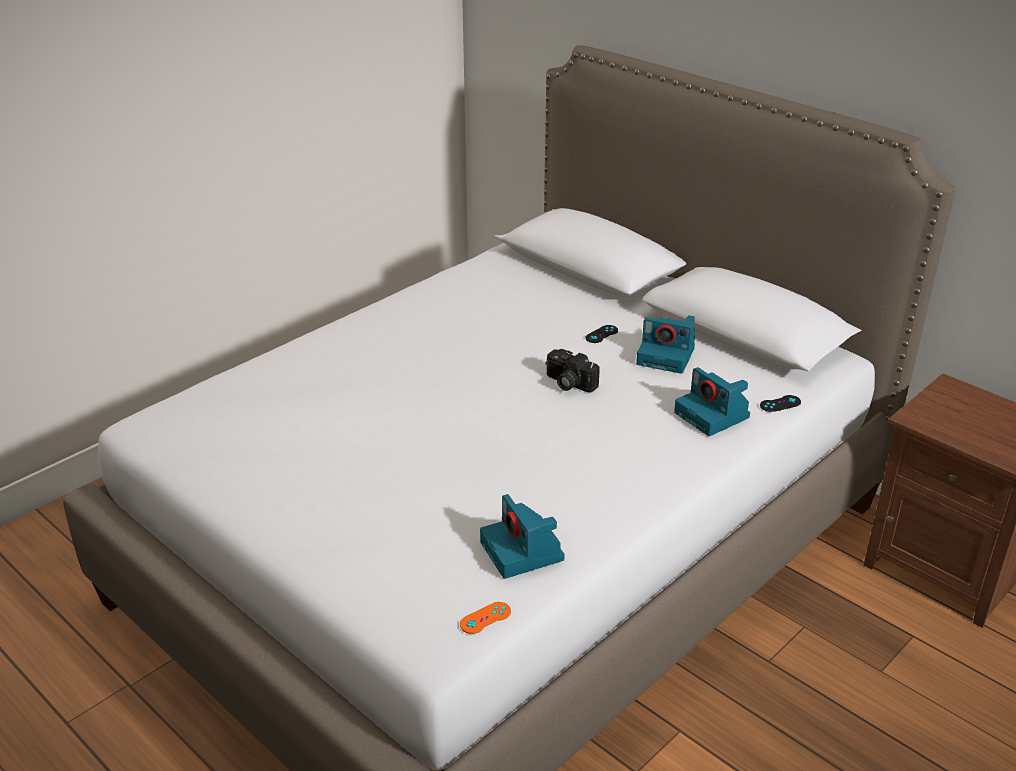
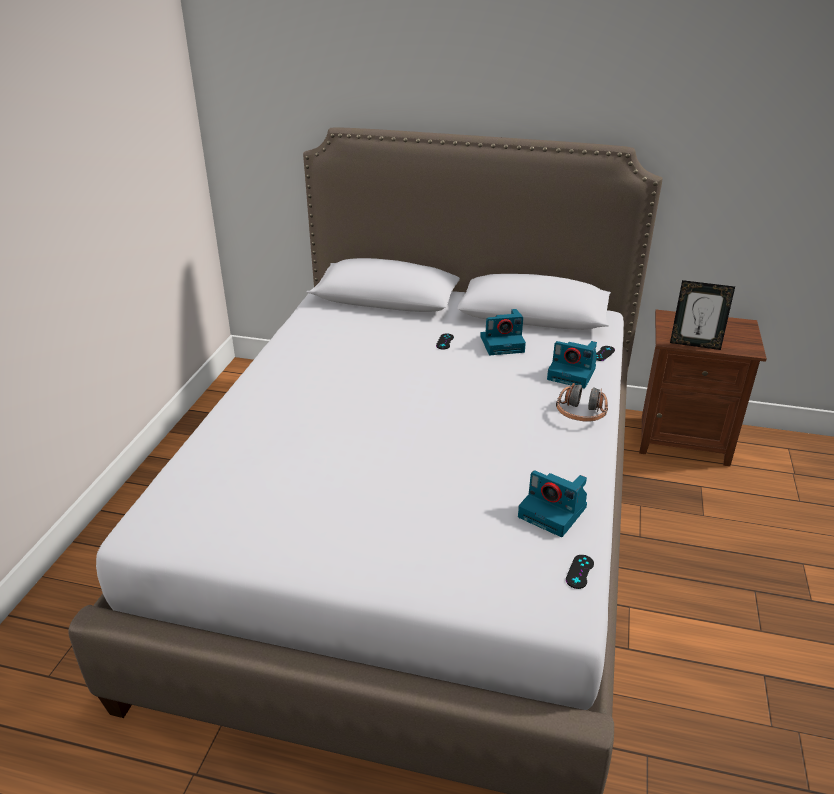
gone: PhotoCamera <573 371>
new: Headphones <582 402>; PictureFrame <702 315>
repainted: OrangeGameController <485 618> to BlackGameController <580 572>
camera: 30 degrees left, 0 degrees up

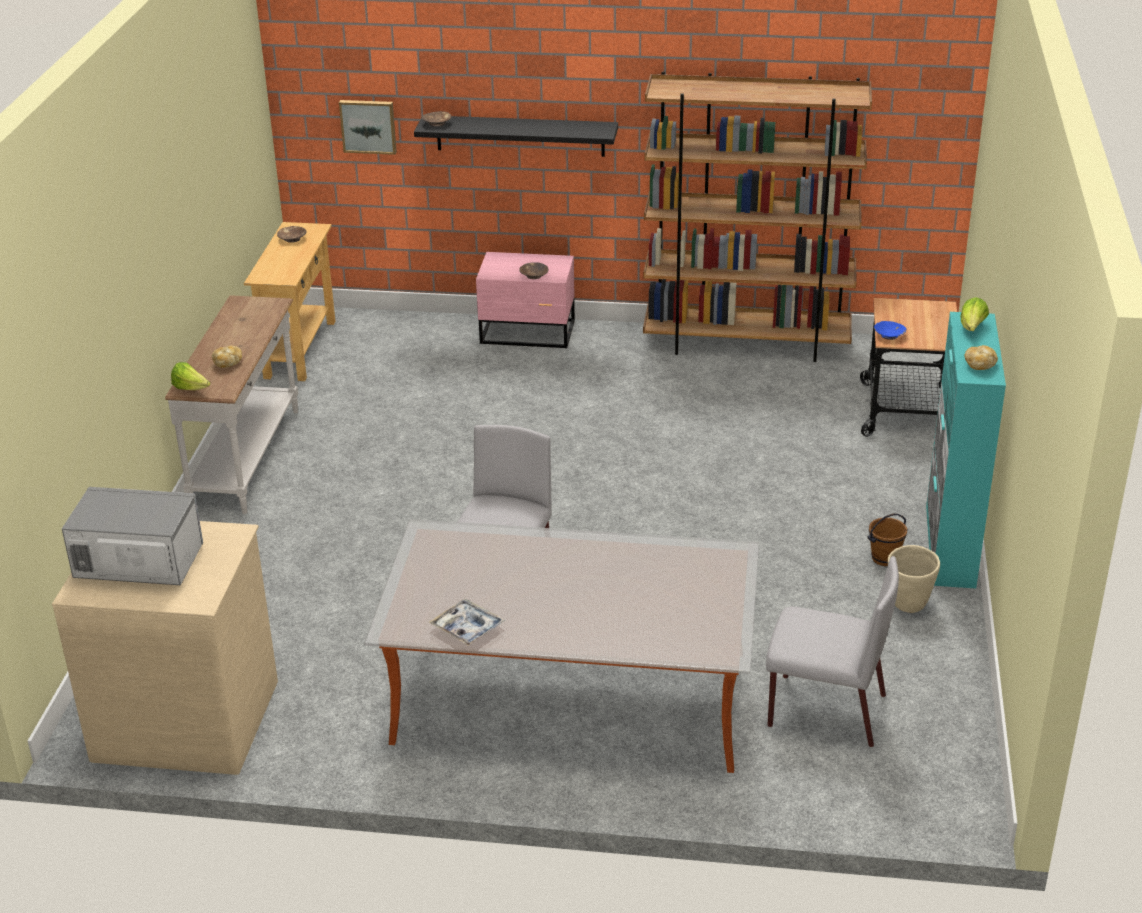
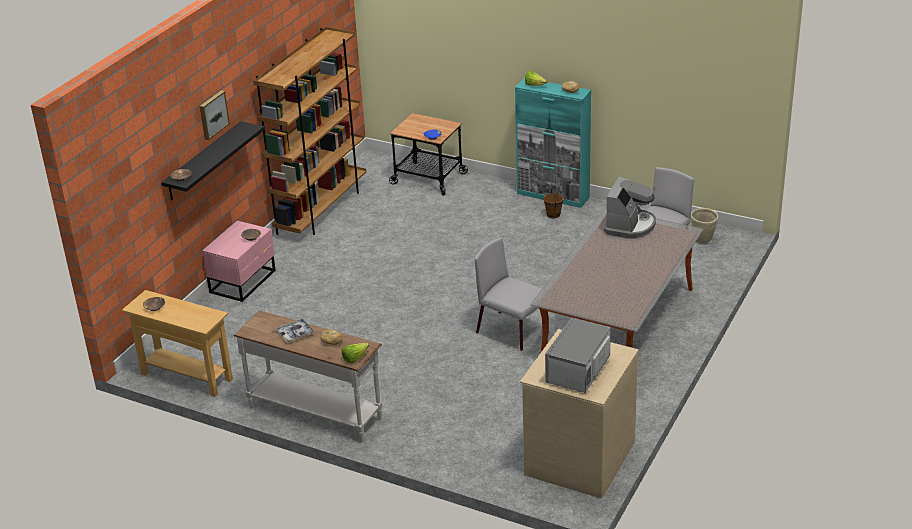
new: CoffeeMachine <630 207>
shifted: Picture <368 127> to <215 115>; Tray <466 622> to <295 330>; BeigePlanter <914 579> to <704 225>
camera: 70 degrees left, 0 degrees up

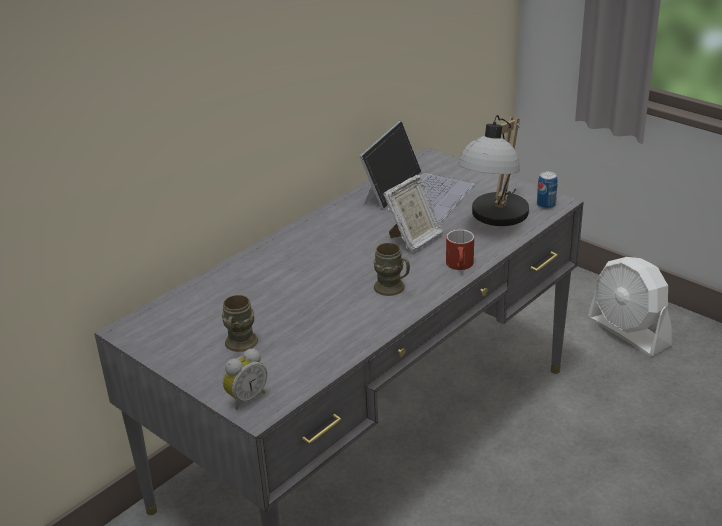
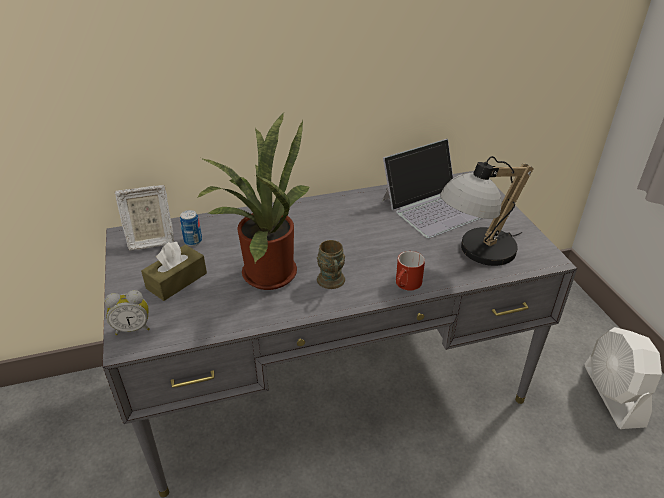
new: PottedPlant <253 201>
shifted: PictureFrame <413 213> to <144 218>; Can <547 190> to <191 228>
swapped: BrownMug <240 323> to BrownTissueBox <174 271>
camera: 30 degrees right, 5 degrees up

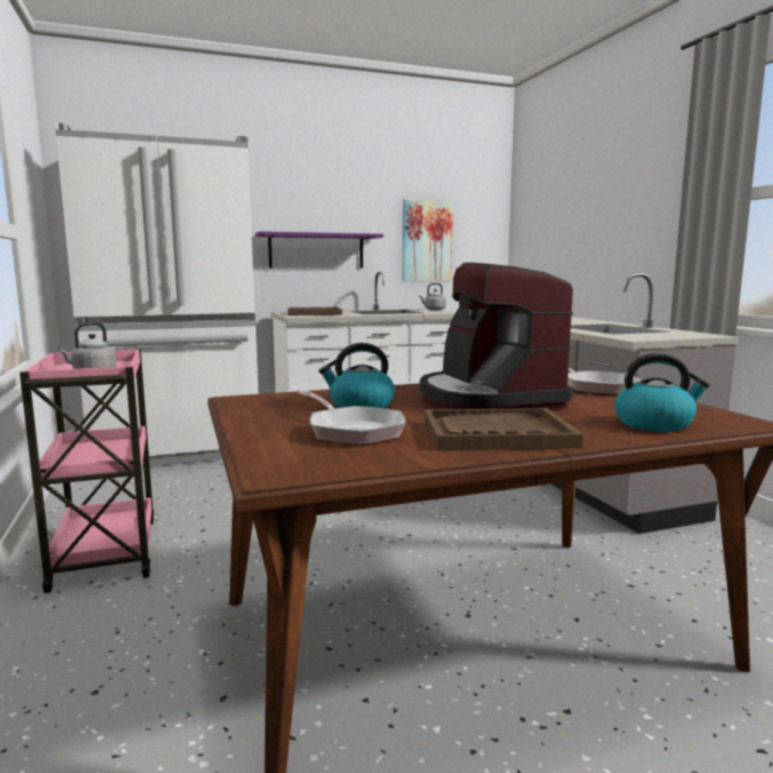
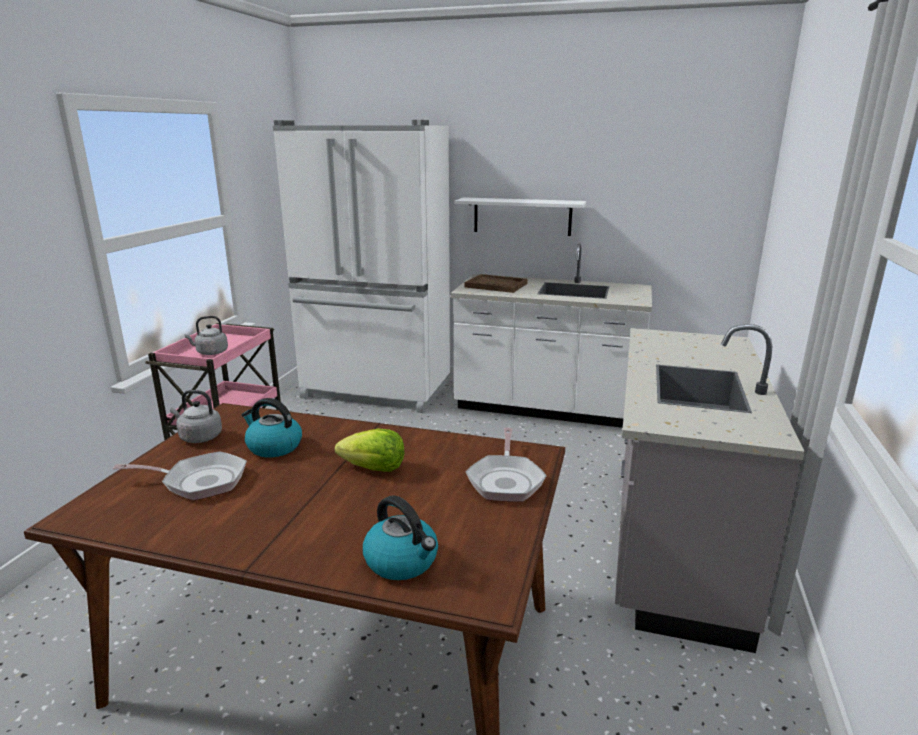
gone: Picture <427 240>; BrownTray <503 429>
shifted: GreyKettle <432 296> to <196 416>
swapped: CoffeeMachine <496 335> to Lettuce <370 450>
repainted: PurpleShelf <319 249> to WhiteShelf <520 216>
rotated: FryingPan <352 418> = <180 475> 90 degrees counterclockwise
camera: 35 degrees right, 10 degrees up

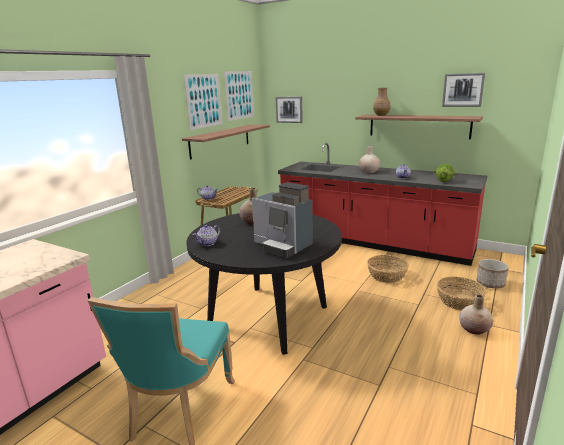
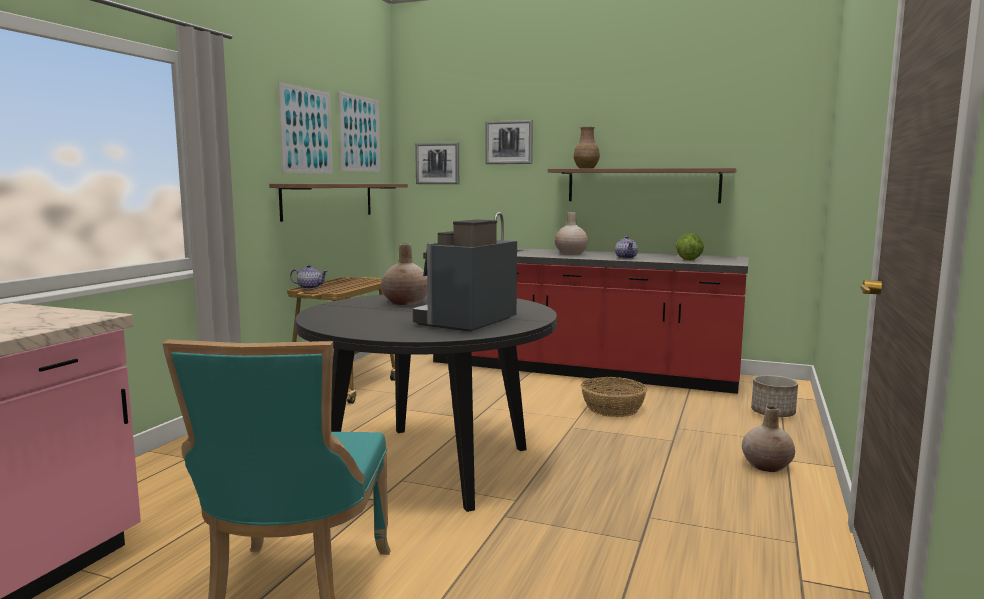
gone: Teapot <206 235>; Basket <461 293>
shifted: Picture <463 90> to <509 142>
rotated: CoffeeMachine <282 220> = <465 275> 90 degrees clockwise
camera: 10 degrees left, 10 degrees down

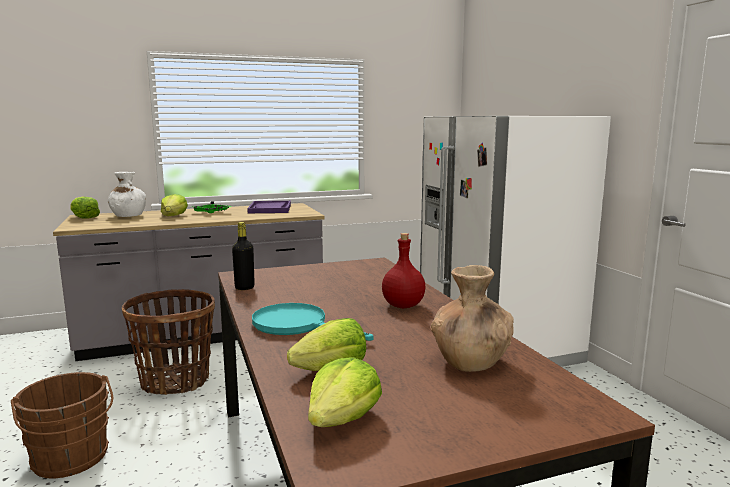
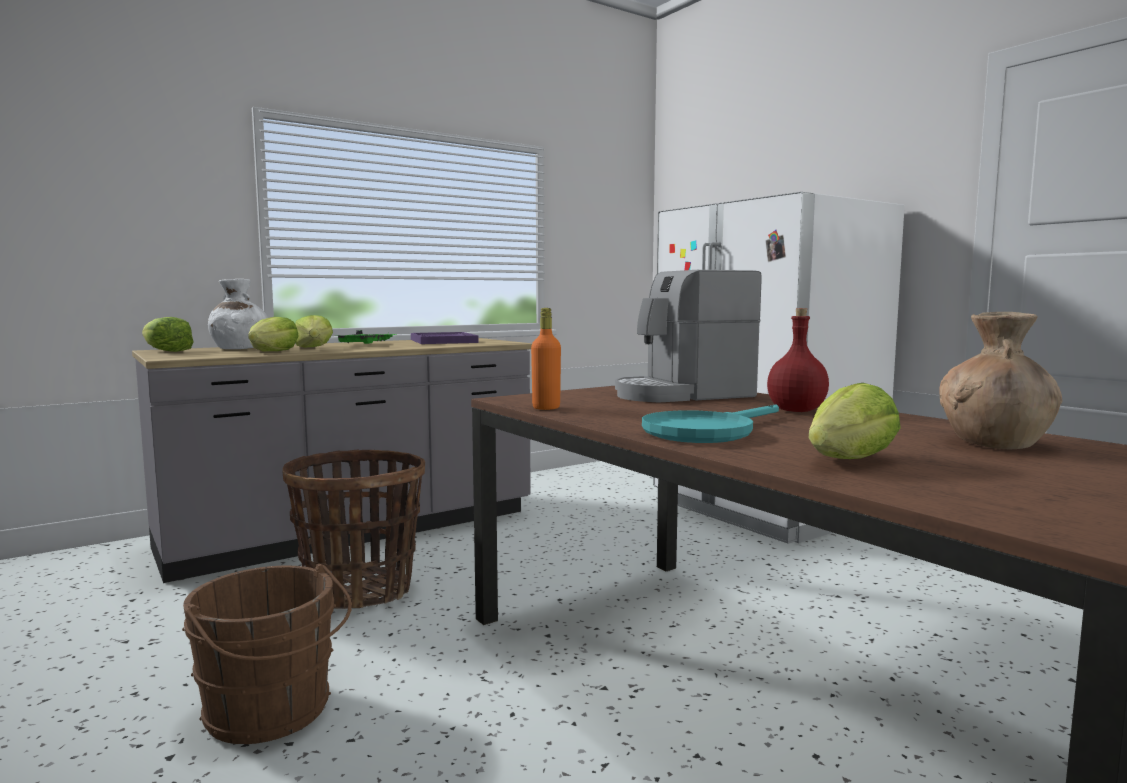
new: CoffeeMachine <688 336>
shifted: Lettuce <345 392> to <273 334>
repainted: BlackBottle <243 256> to OrangeBottle <546 359>
rotated: TurquoiseFryingPan <313 322> = <710 423> 60 degrees counterclockwise
camera: 15 degrees left, 5 degrees down

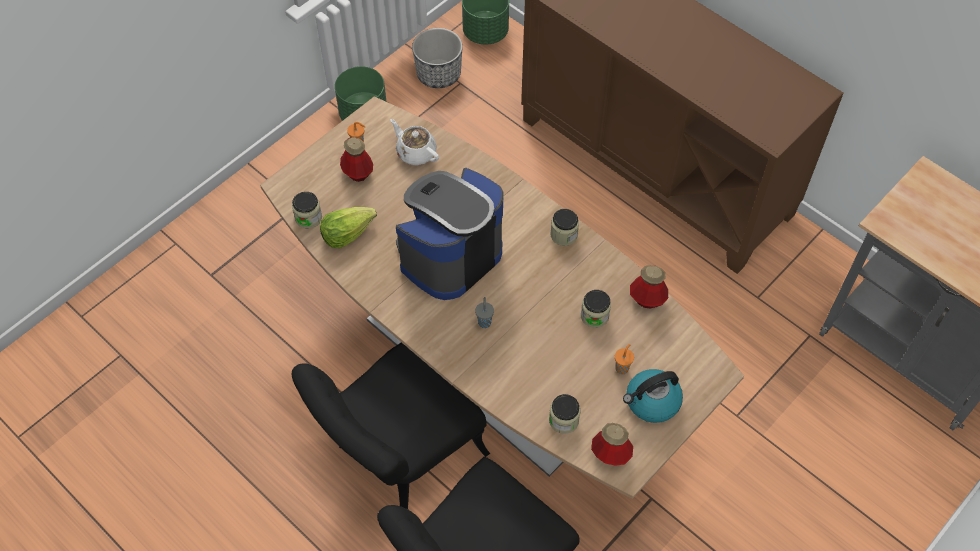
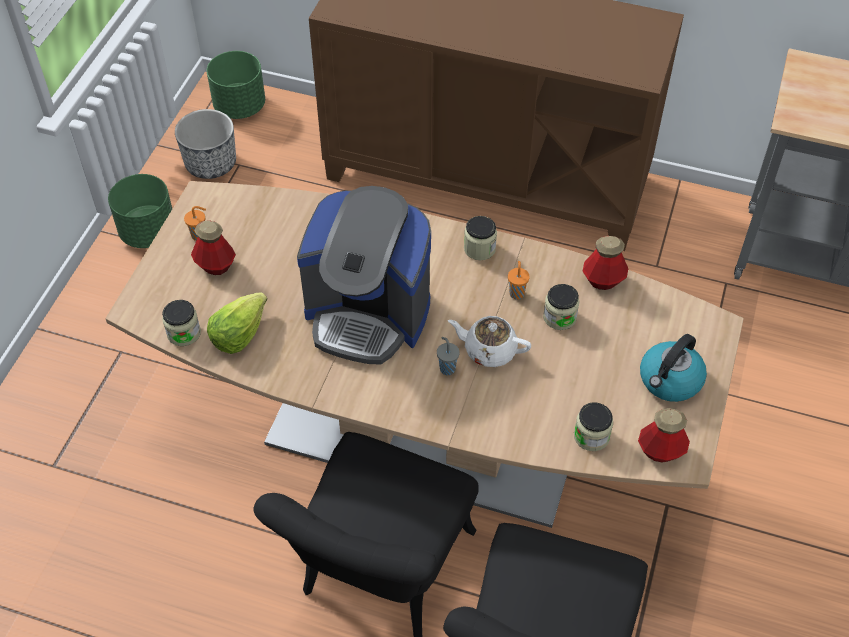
shifted: WhiteTeapot <414 142> to <489 341>; OrangeCup <624 359> to <519 280>
rotated: CoffeeMachine <450 234> = <364 275> 90 degrees counterclockwise
camera: 25 degrees left, 5 degrees down

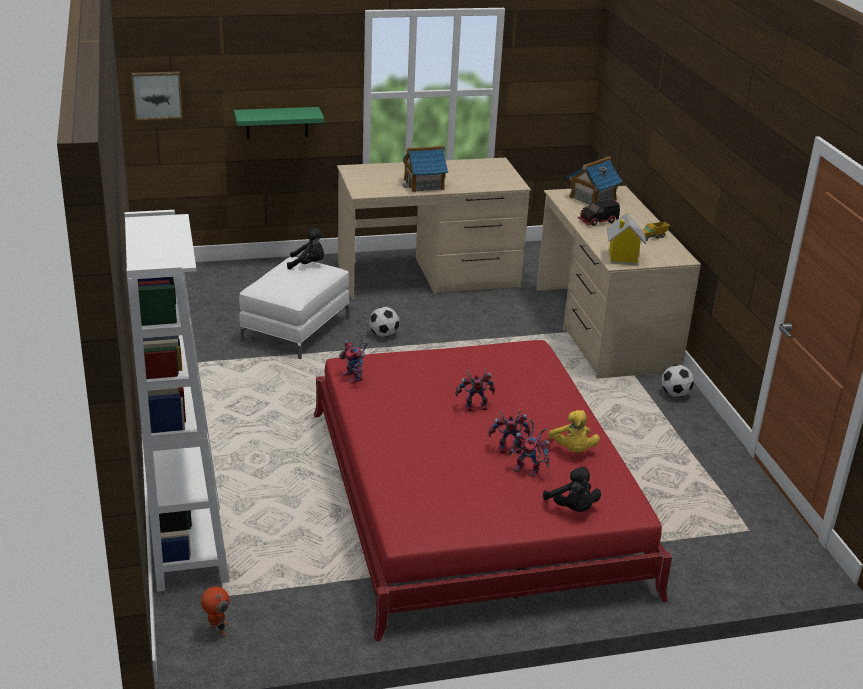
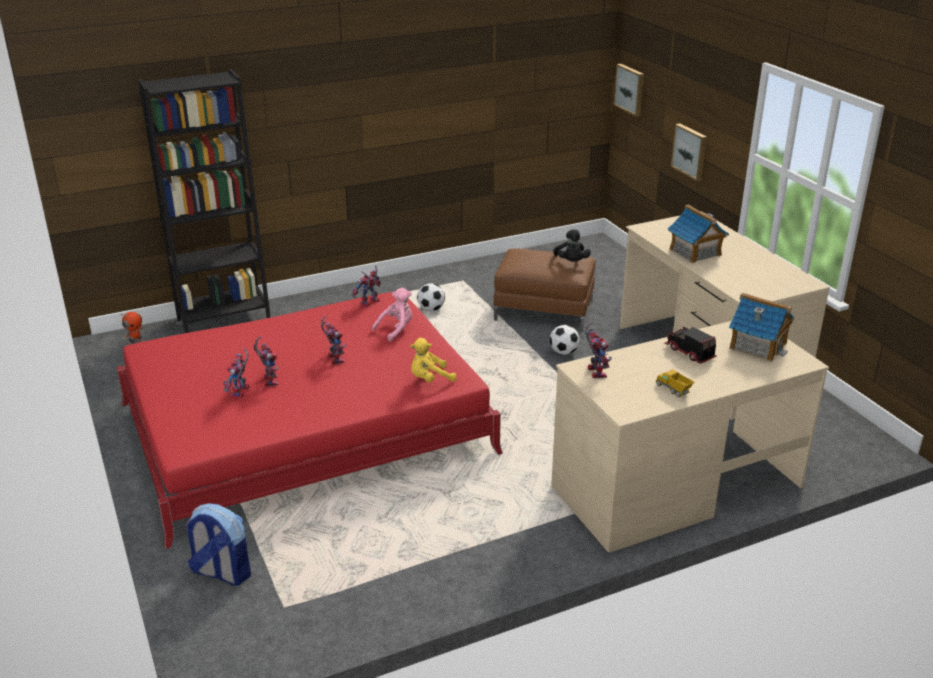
gone: BlackPlushToy <572 489>
new: Backpack <219 544>; PinkPlushToy <392 315>
shifted: YellowPlushToy <574 431> to <433 360>; Football <677 381> to <431 297>
swapped: GreenShelf <279 123> to Picture <689 152>; ToyHouse <626 239> to ToyRobot <598 350>
repainted: WhiteBookcase <177 401> to BlackBookcase <204 201>; WhiteOttoman <294 308> to BrownOttoman <544 290>
camera: 80 degrees right, 0 degrees up

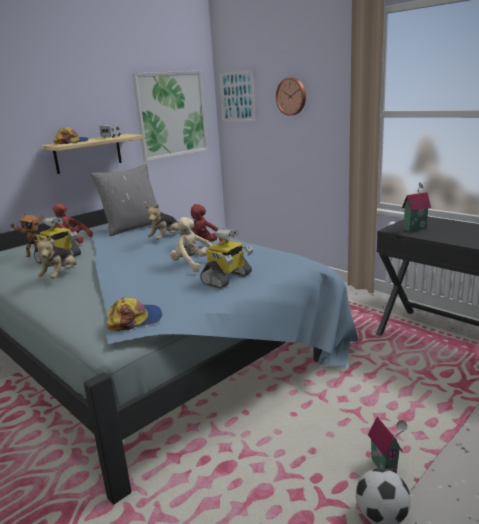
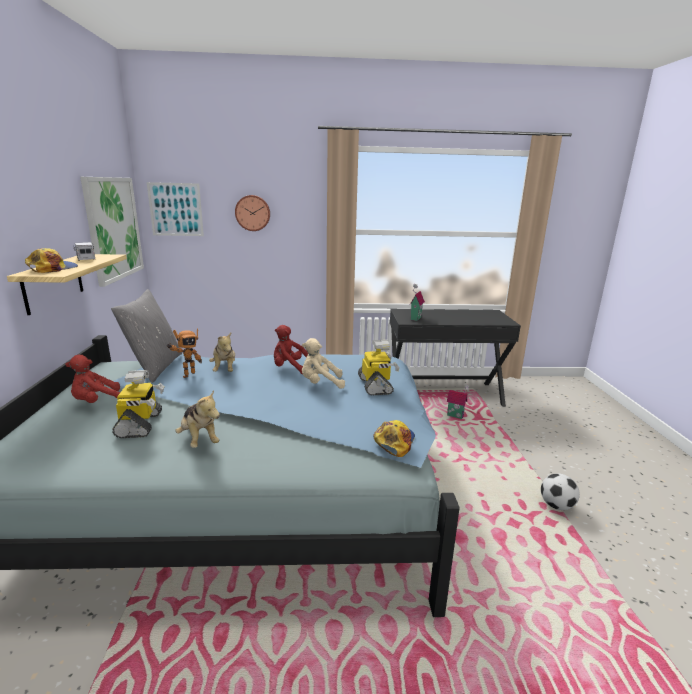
shifted: ToyRobot <27 235> to <184 353>; ToyHouse <387 445> to <458 401>
camera: 50 degrees left, 0 degrees up

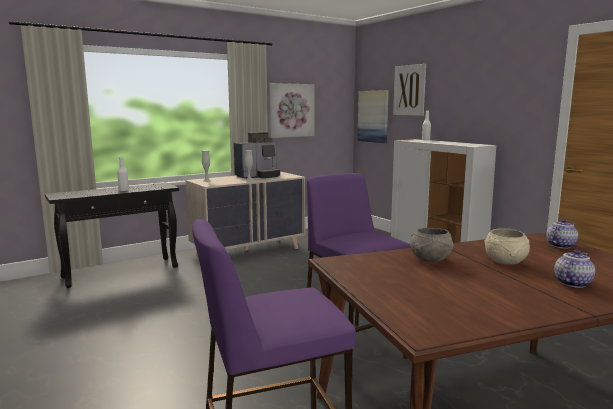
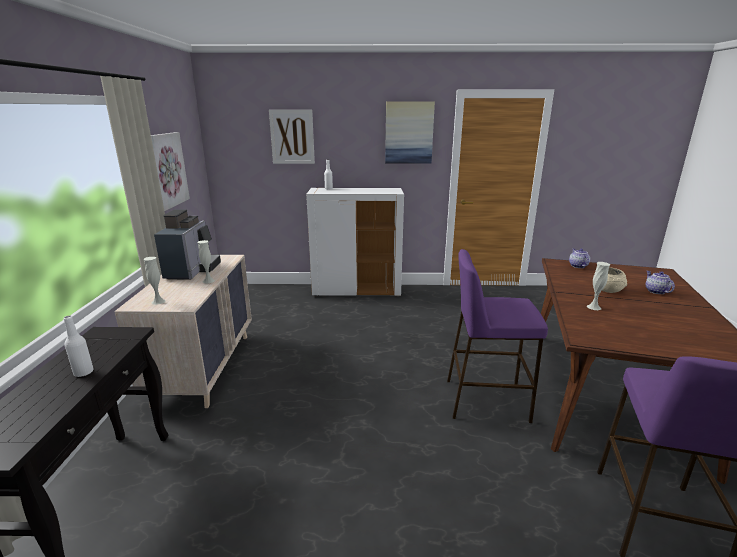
shifted: Picture <373 116> to <410 132>
swapped: GreyBowl <432 245> to WhiteVase <598 286>
camera: 55 degrees left, 10 degrees up

